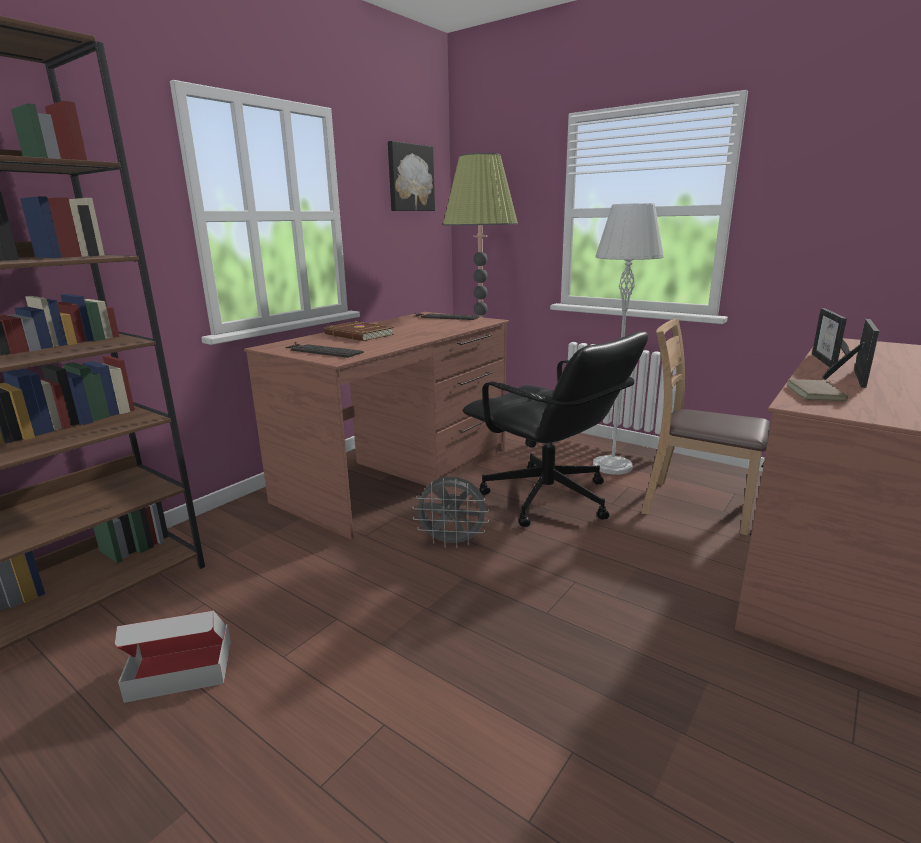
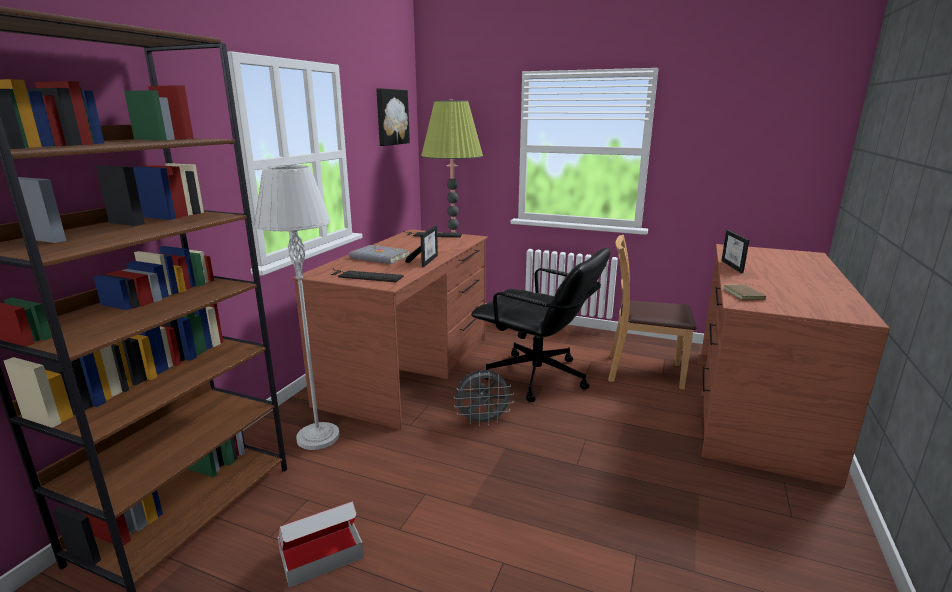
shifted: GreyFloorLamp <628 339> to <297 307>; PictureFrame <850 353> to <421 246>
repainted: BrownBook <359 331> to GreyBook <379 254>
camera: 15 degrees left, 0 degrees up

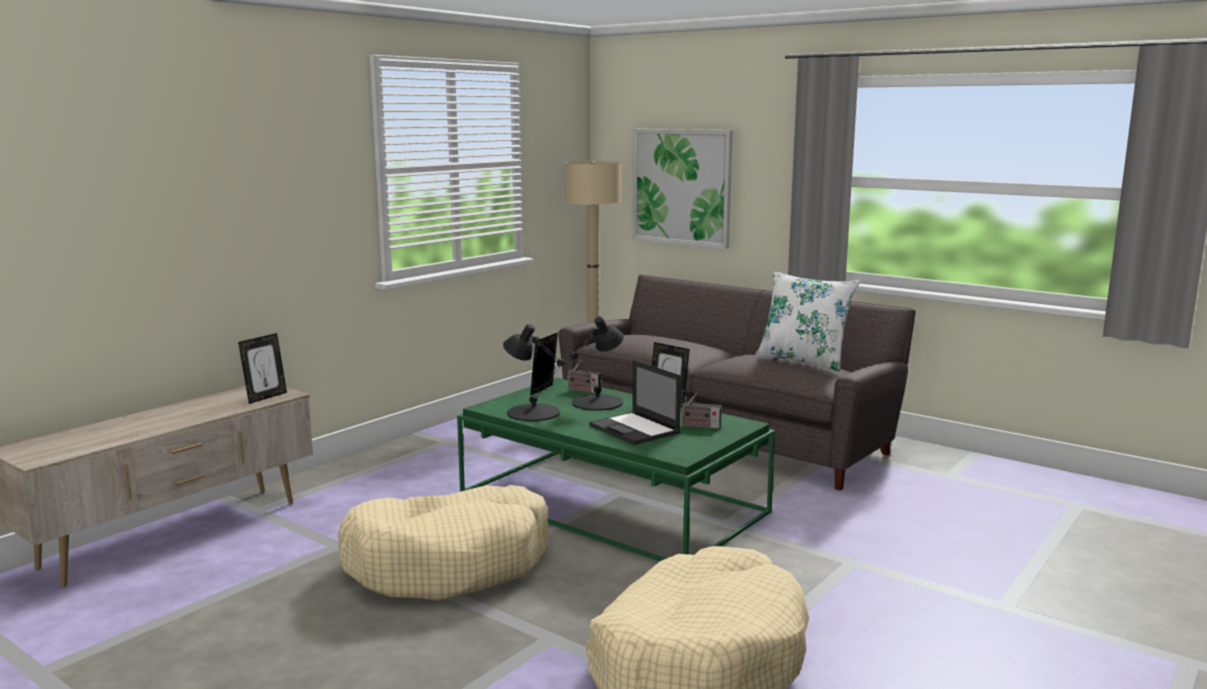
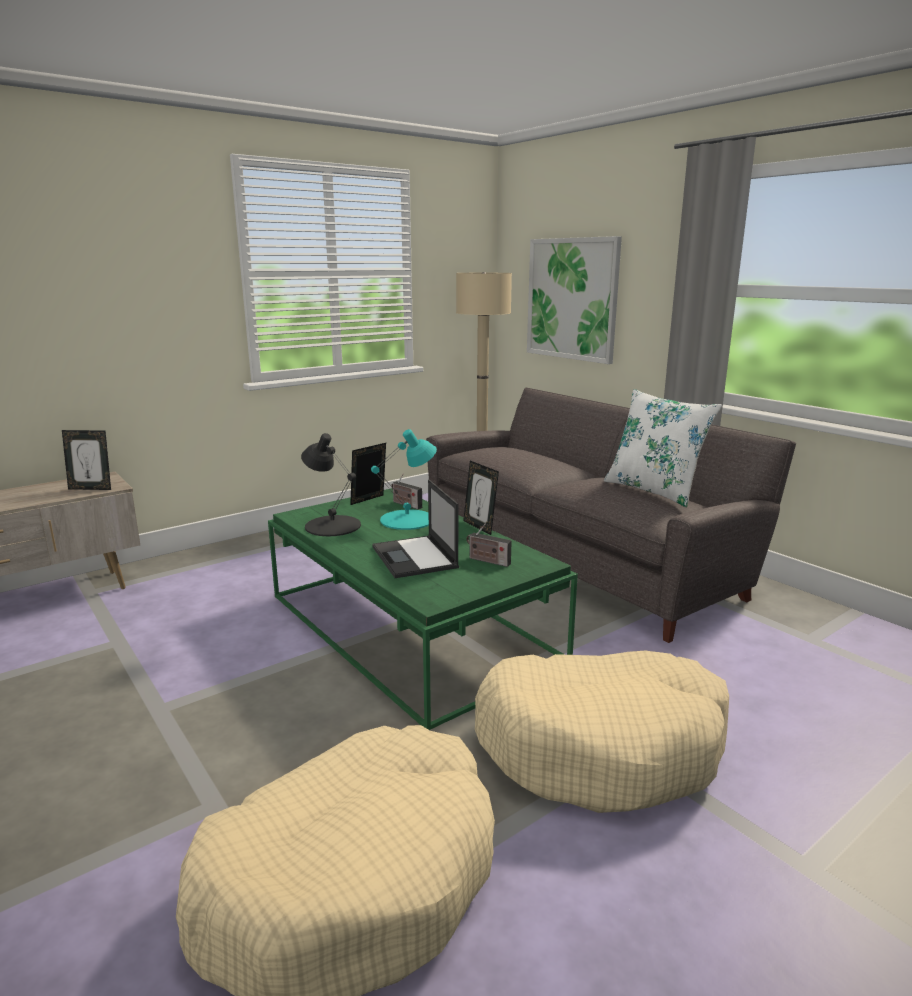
shifted: BeigeDogBed <444 542> to <602 732>
repainted: BlackTableLamp <597 364> to TurquoiseTableLamp <404 479>
rotated: PictureFrame <262 368> = <86 460> 45 degrees clockwise
camera: 15 degrees right, 5 degrees up

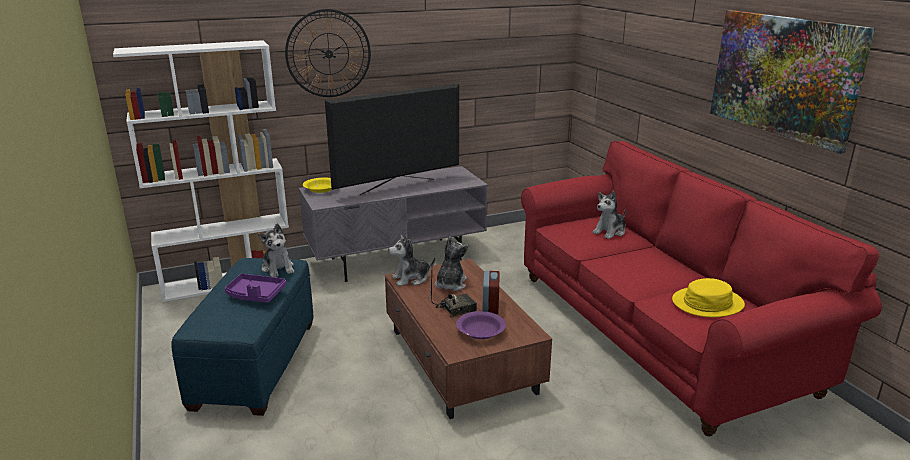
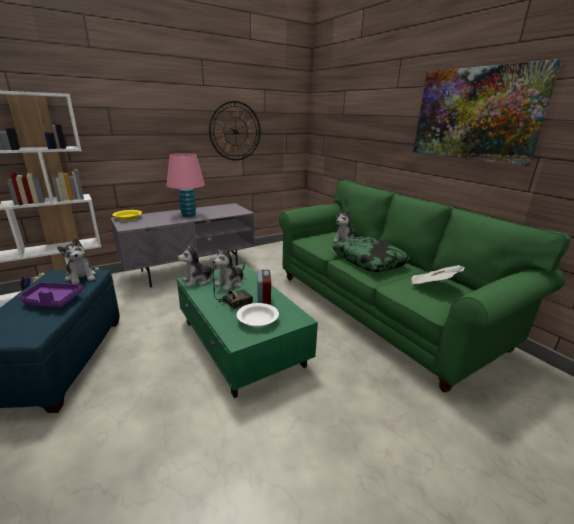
new: Pillow <371 254>
shifted: WallClock <328 53> to <235 131>
swapped: Television <392 139> to PinkTableLamp <186 185>; YellowHat <708 297> to Newspaper <438 275>
repainted: BrownCoffeeTable <468 339> to GreenCoffeeTable <247 331>; PurpleBowl <481 325> to WhiteBowl <258 315>; RedSofa <701 288> to GreenSofa <425 286>
rotated: PlushToy <451 263> = <229 269> 150 degrees counterclockwise
camera: 10 degrees left, 0 degrees up

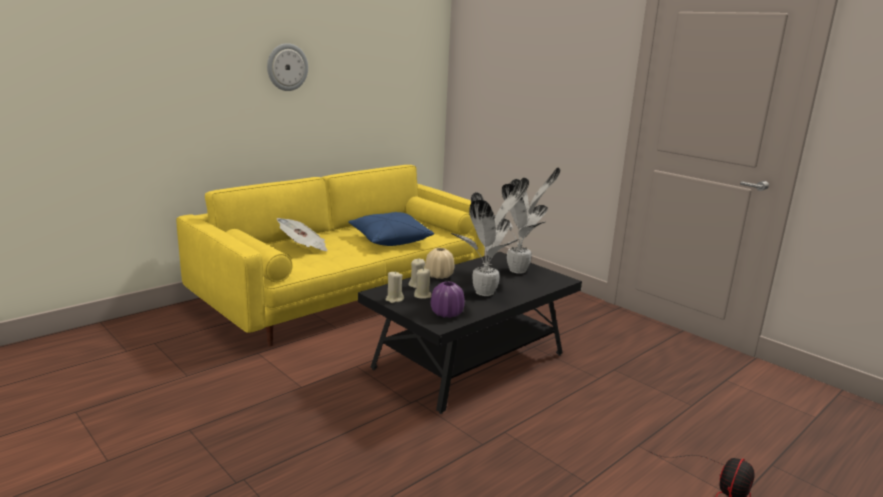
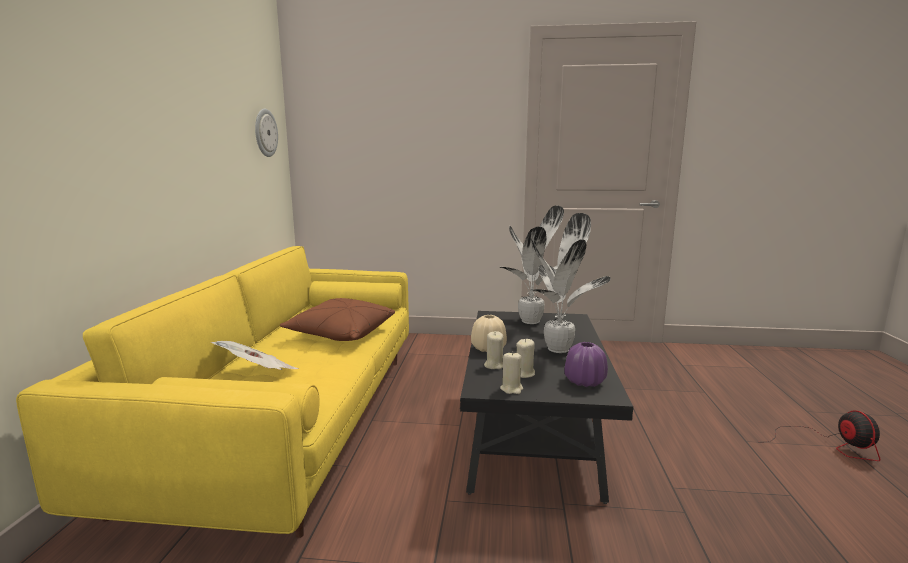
shifted: WallClock <287 67> to <266 133>
repainted: BluePillow <391 229> to BrownPillow <337 319>
camera: 40 degrees left, 5 degrees down

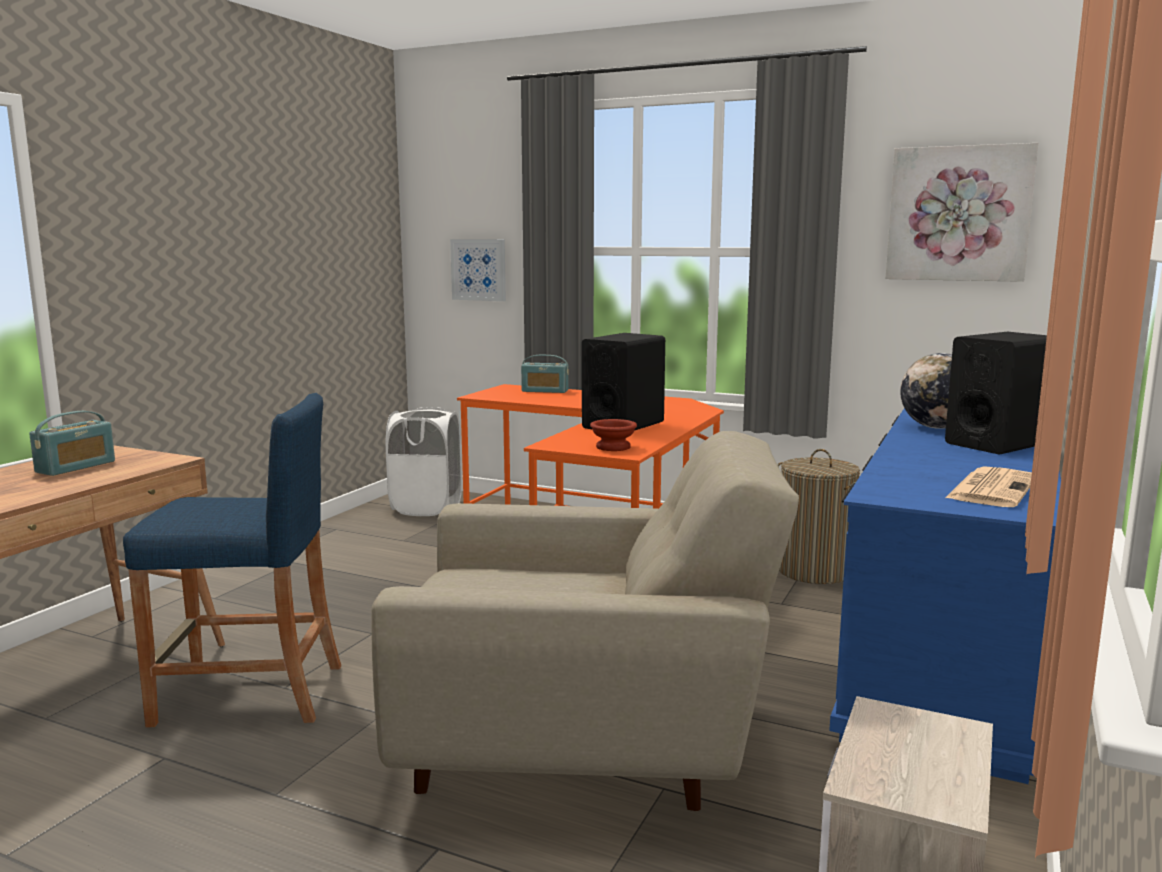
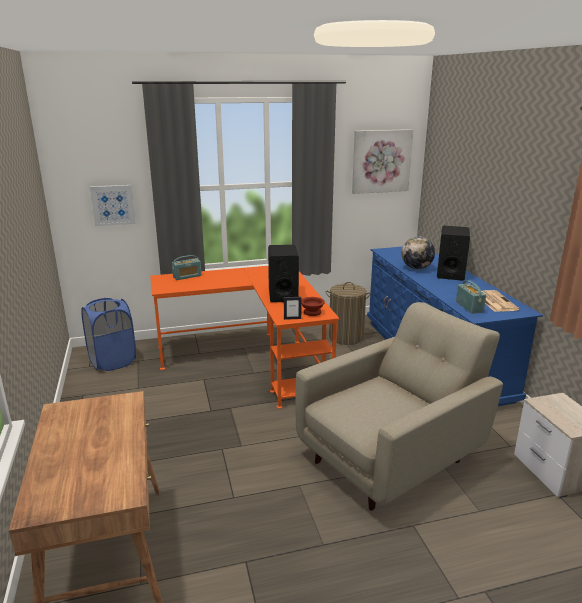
gone: BlueStool <232 560>
new: PictureFrame <292 308>
shifted: Radio <72 443> to <471 297>
repainted: WhiteLaundryBasket <424 461> to BlueLaundryBasket <108 334>
camera: 40 degrees left, 10 degrees up

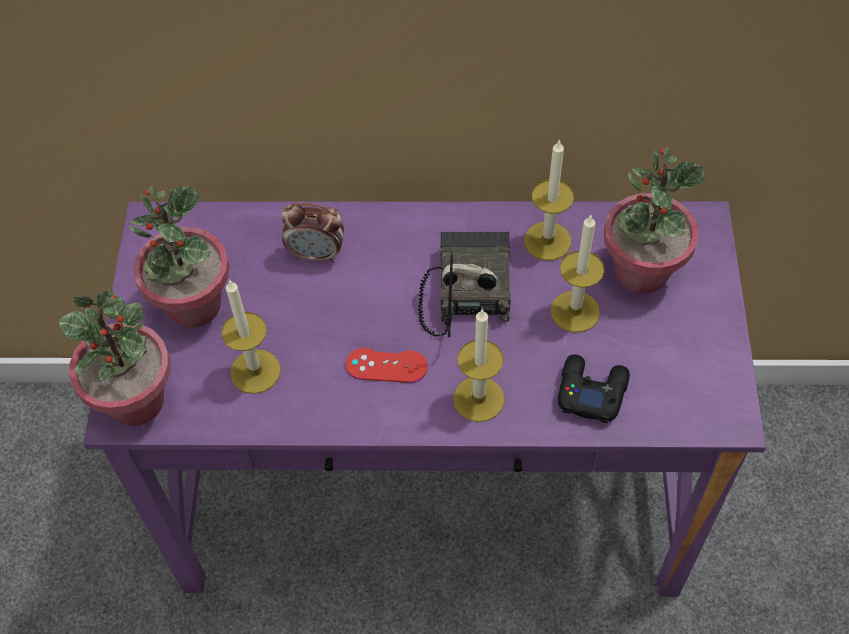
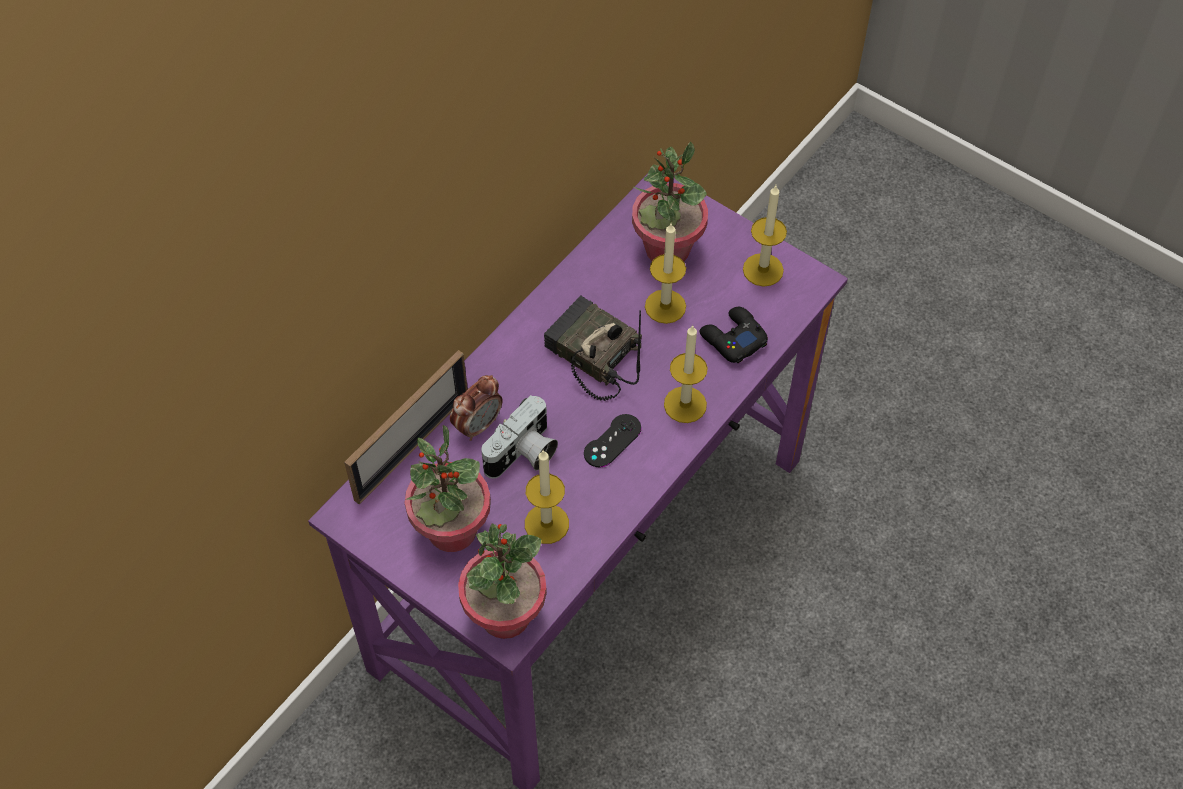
new: PictureFrame <406 427>; PhotoCamera <519 437>
shifted: Candle <549 200> to <765 236>
repainted: RedGameController <387 365> to BlackGameController <612 440>
camera: 55 degrees left, 0 degrees up

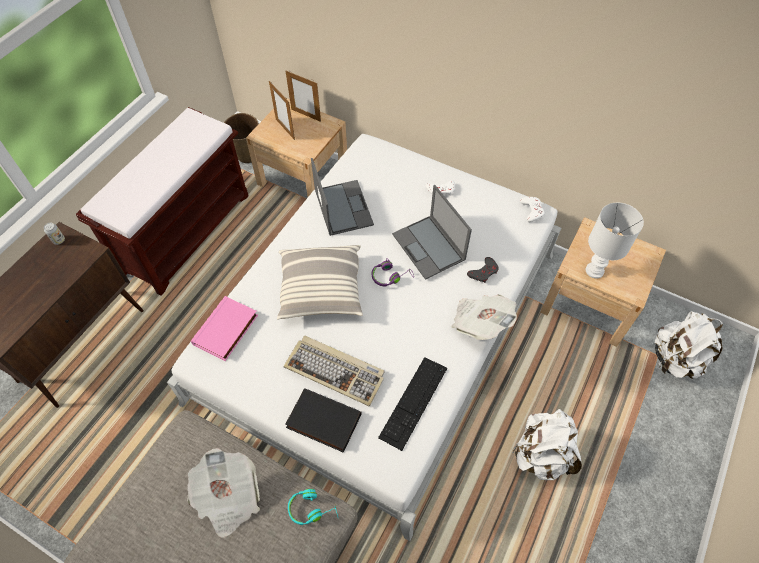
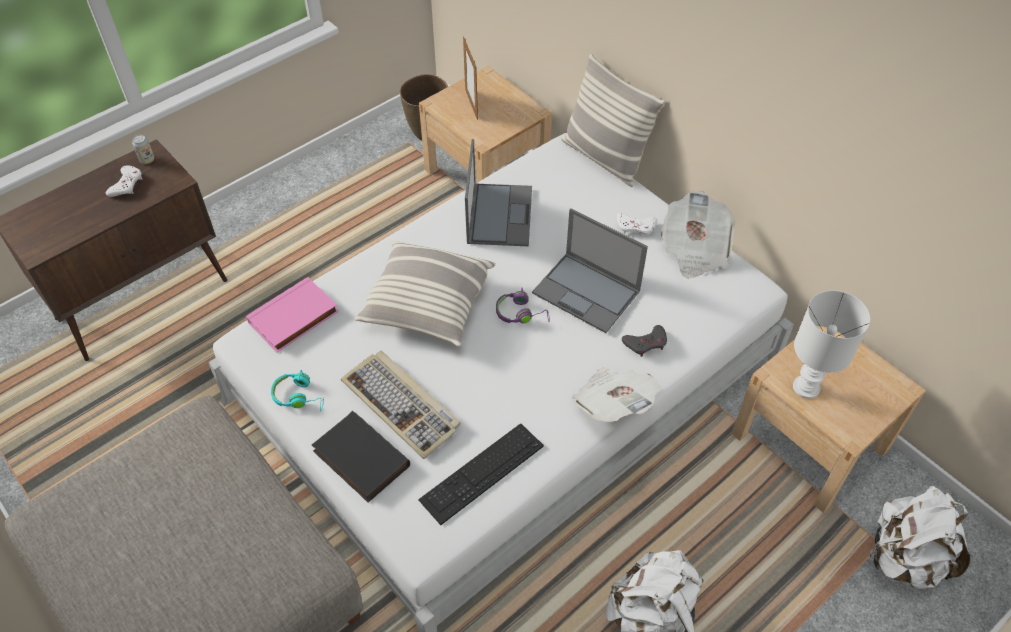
gone: BrownBench <162 201>; PictureFrame <303 96>
new: Pillow <613 120>
shifted: Newspaper <223 493> to <698 234>; TurquoiseHeadphones <313 507> to <297 390>; WhiteGameController <532 209> to <124 181>
rotated: Laptop <432 232> = <590 270> 45 degrees counterclockwise
camera: 20 degrees right, 5 degrees down

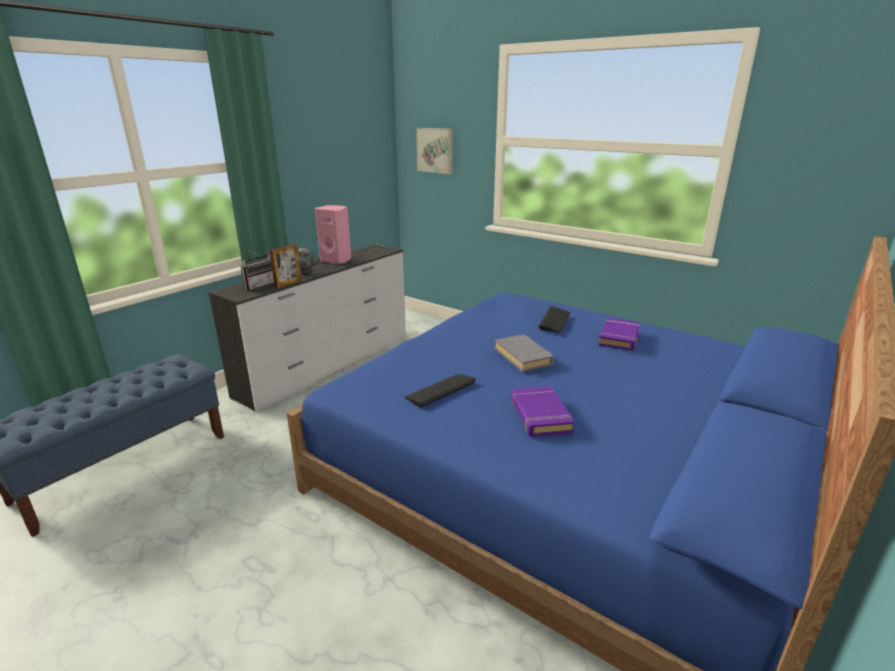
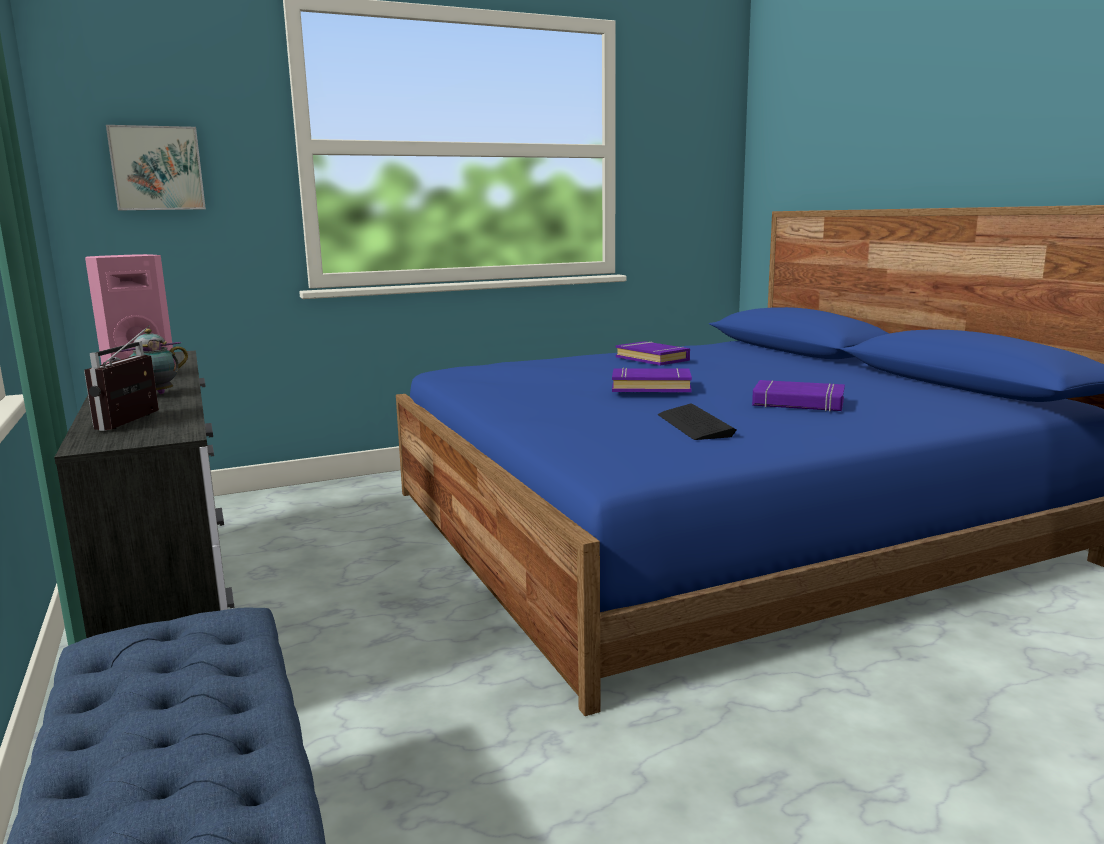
gone: PictureFrame <286 266>; Keyboard <554 319>
repainted: GreyBook <524 353> to PurpleBook <652 380>
rotated: Radio <257 269> = <121 378> 150 degrees counterclockwise
camera: 60 degrees left, 10 degrees down

